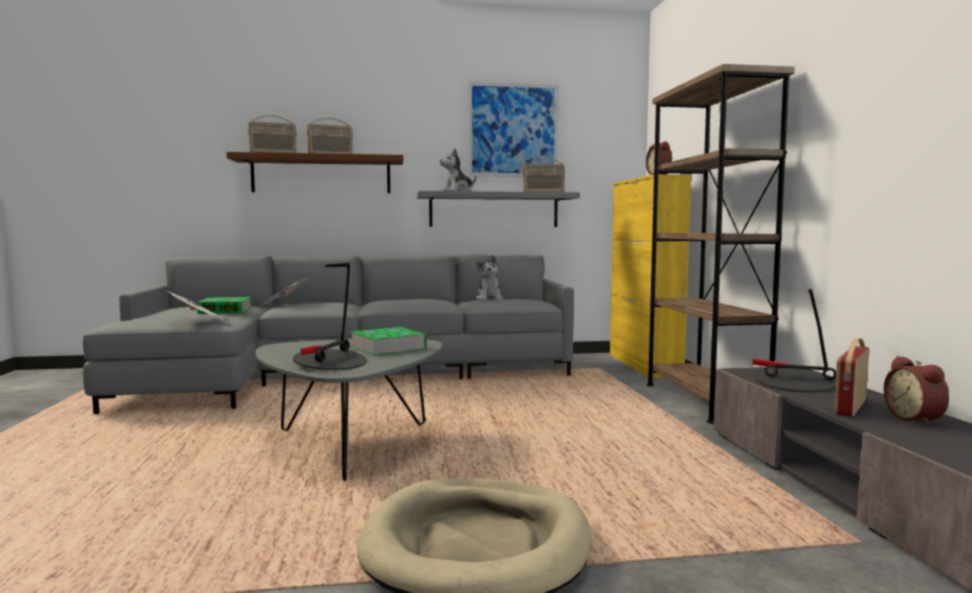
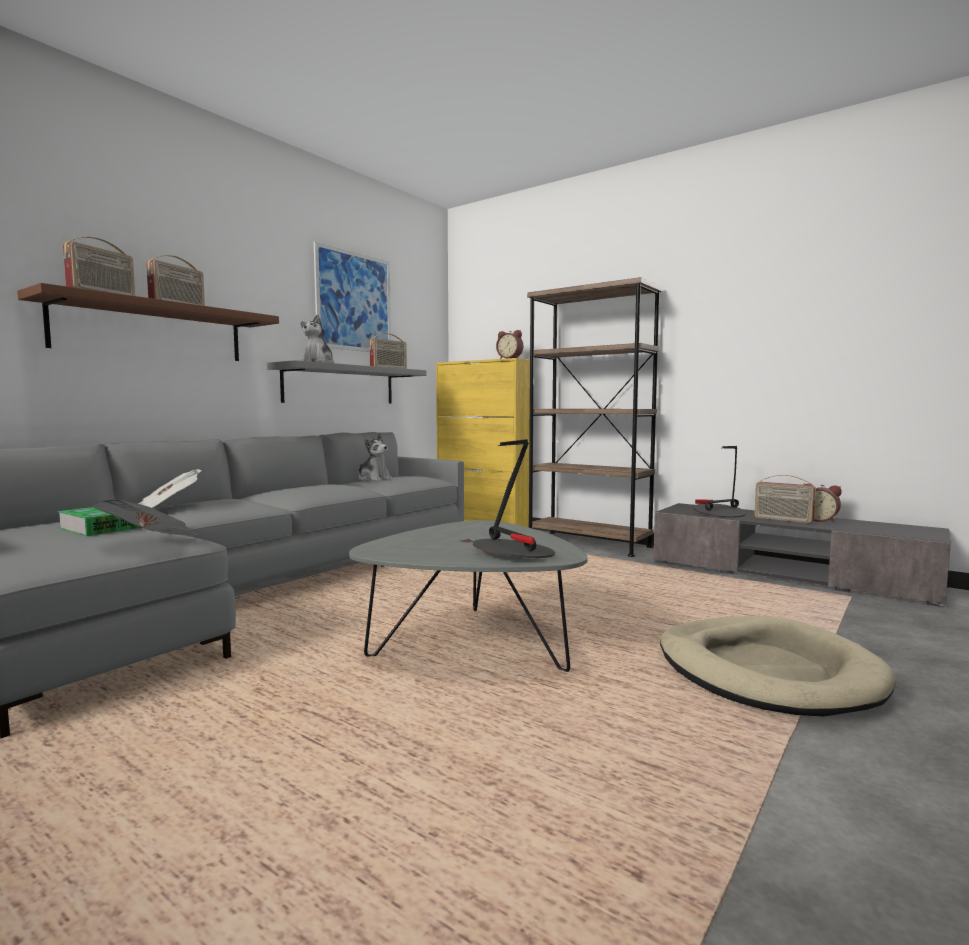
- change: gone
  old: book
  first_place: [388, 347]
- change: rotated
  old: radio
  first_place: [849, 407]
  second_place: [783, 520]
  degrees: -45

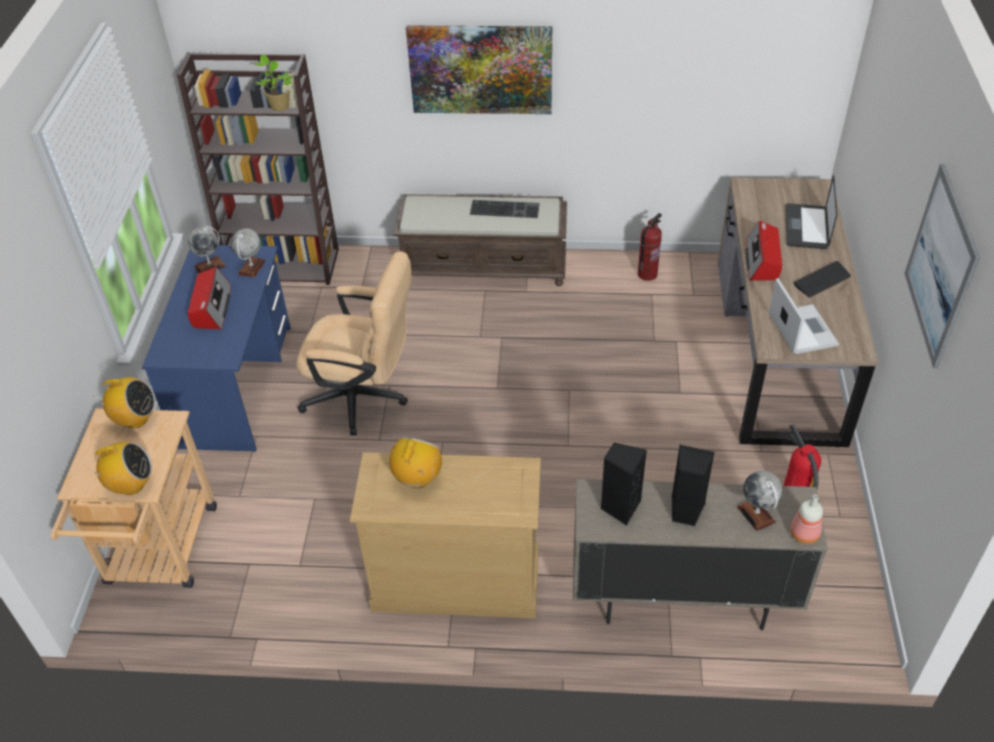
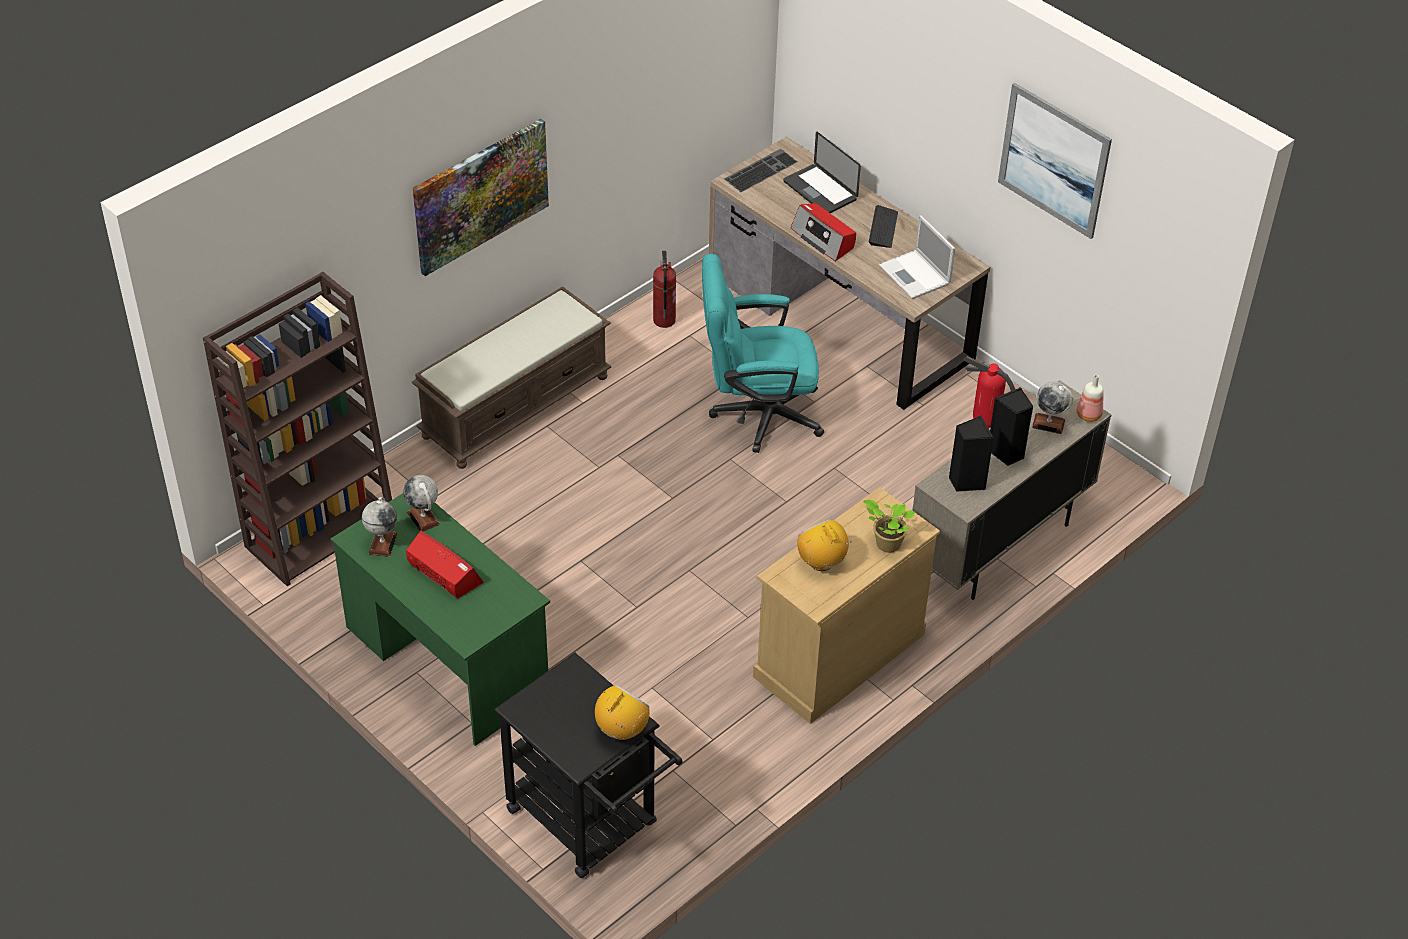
- change: gone
  old: radio
  first_place: [135, 419]
- change: gone
  old: computer chair (beige)
  first_place: [364, 398]
- change: new
  new: computer chair (turquoise)
  second_place: [756, 414]
- change: shifted
  old: potted plant
  first_place: [279, 105]
  second_place: [886, 544]
- change: shifted
  old: computer keyboard
  first_place: [505, 208]
  second_place: [760, 170]
- change: repainted
  old: trolley (beige)
  new: trolley (blackish)
  first_place: [159, 554]
  second_place: [590, 824]
- change: repainted
  old: desk (bluish)
  new: desk (green)
  first_place: [236, 386]
  second_place: [447, 659]
- change: rotated
  old: laptop
  first_place: [801, 329]
  second_place: [915, 275]
  degrees: -150

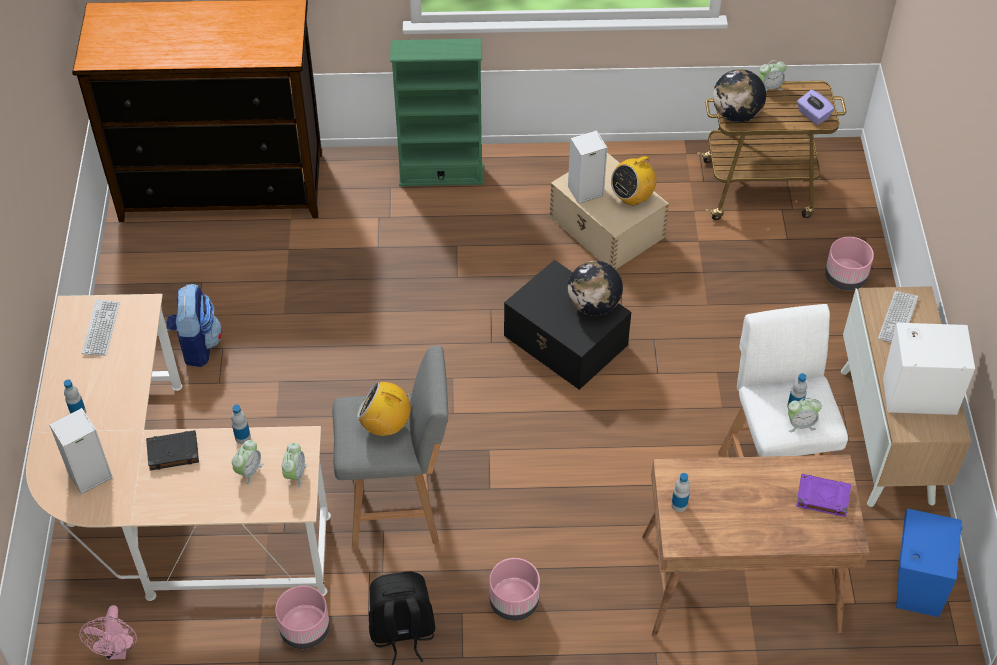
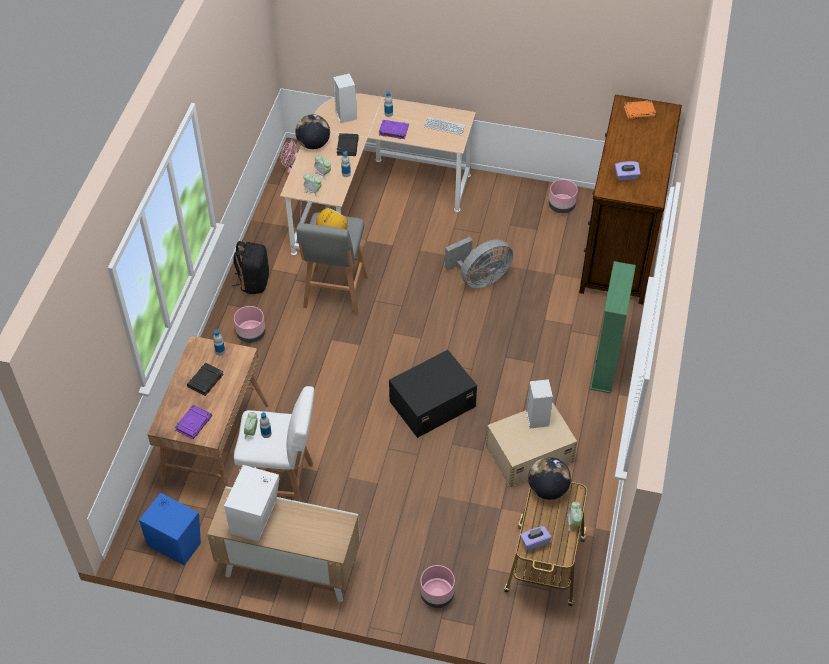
- change: gone
  old: backpack
  first_place: [197, 345]
- change: gone
  old: radio
  first_place: [632, 197]
- change: gone
  old: computer keyboard
  first_place: [897, 318]
- change: new
  new: book (blackish)
  second_place: [205, 381]
- change: new
  new: book (purple-coloured)
  second_place: [393, 131]
- change: new
  new: cooling fan (greyish)
  second_place: [479, 278]
- change: new
  new: box of tissues (purple-coloured)
  second_place: [626, 176]
- change: new
  new: book (orange)
  second_place: [639, 112]
- change: shifted
  old: flower pot (pink-coloured)
  first_place: [305, 629]
  second_place: [561, 206]
- change: shifted
  old: world globe
  first_place: [593, 305]
  second_place: [313, 144]

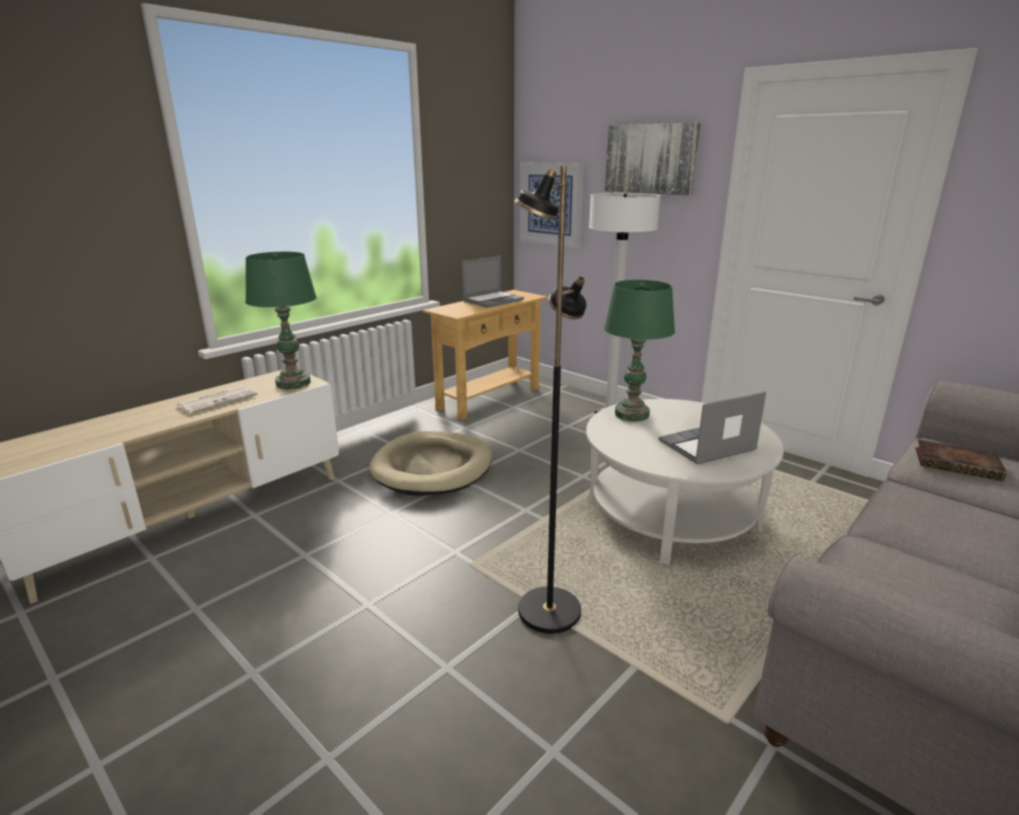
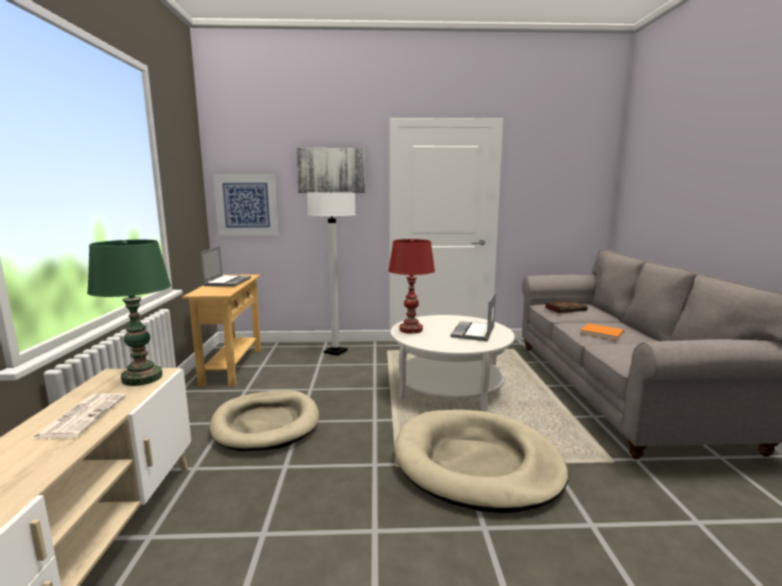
- change: new
  new: book (orange)
  second_place: [603, 333]
- change: swapped
  old: standard lamp (blackish)
  new: dog cushion (beige)
  first_place: [548, 610]
  second_place: [476, 464]
- change: repainted
  old: lamp for a table (green)
  new: lamp for a table (red-coloured)
  first_place: [632, 414]
  second_place: [411, 330]

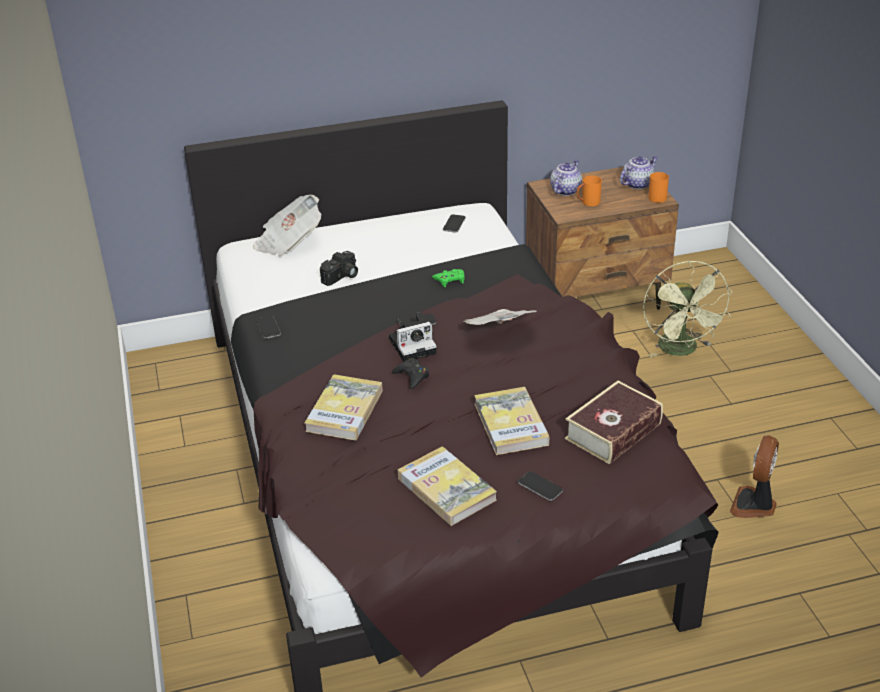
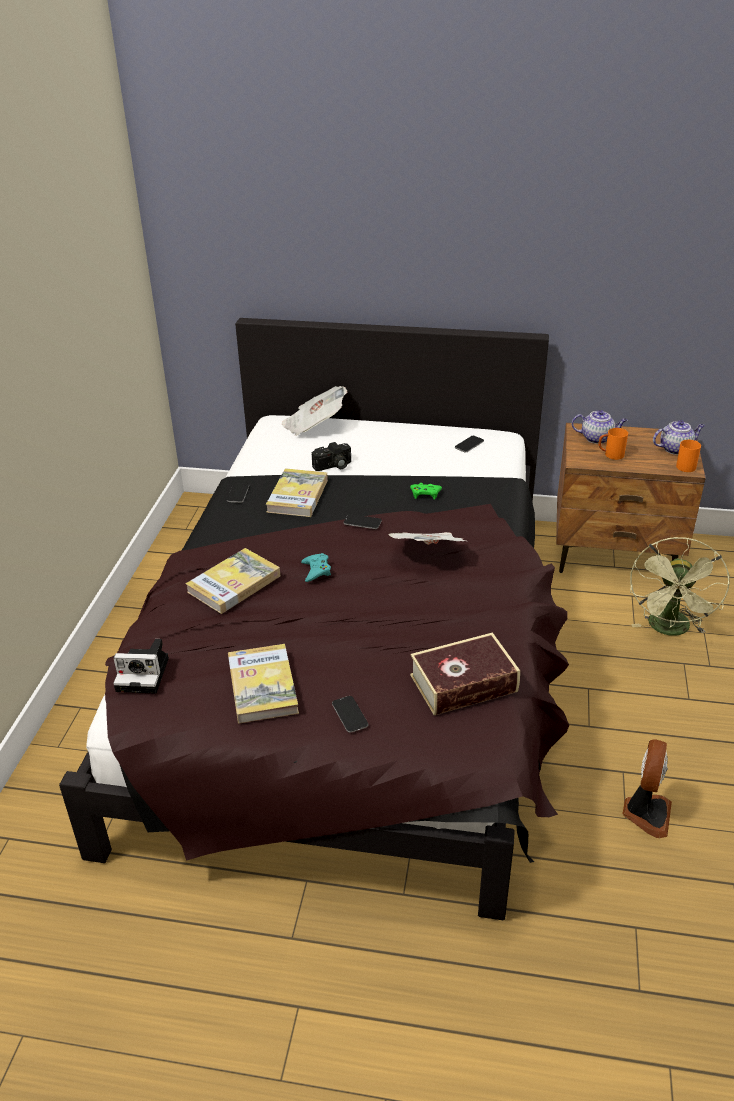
- change: shifted
  old: photo camera
  first_place: [414, 345]
  second_place: [145, 674]
- change: shifted
  old: book
  first_place: [510, 424]
  second_place: [297, 496]
- change: repainted
  old: joypad (blackish)
  new: joypad (turquoise)
  first_place: [412, 376]
  second_place: [316, 570]
- change: rotated
  old: pot for tea
  first_place: [565, 190]
  second_place: [597, 438]
  degrees: 45
- change: rotated
  old: cooling fan
  first_place: [754, 505]
  second_place: [646, 813]
  degrees: 150

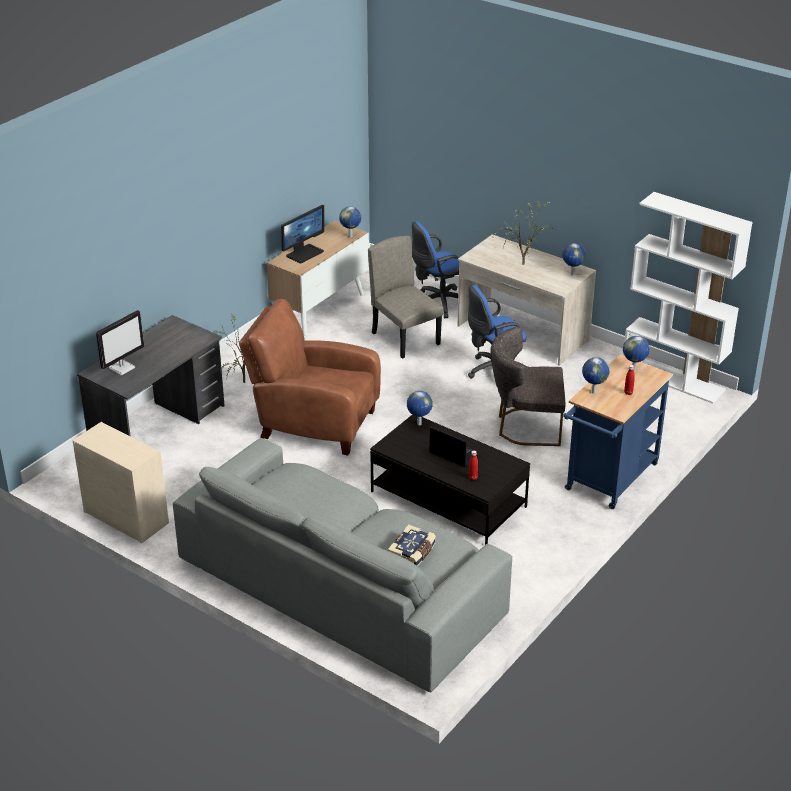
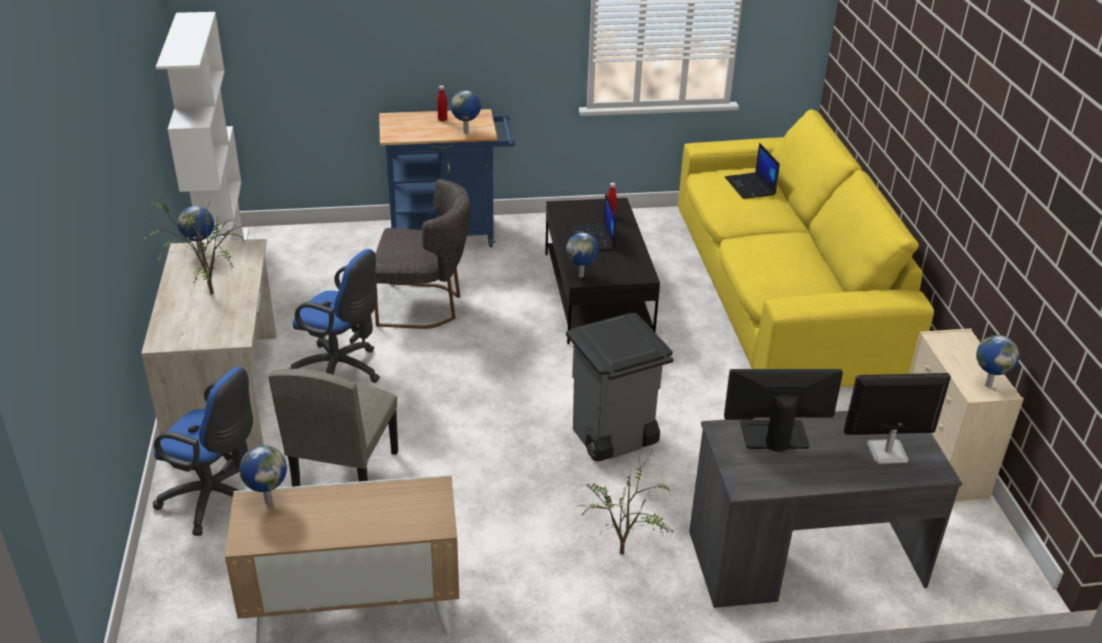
- change: shifted
  old: computer display
  first_place: [304, 253]
  second_place: [774, 436]
- change: shifted
  old: world globe
  first_place: [634, 370]
  second_place: [987, 385]
- change: swapped
  old: easy chair (brownish)
  new: trash can (greyish)
  first_place: [314, 423]
  second_place: [612, 439]
- change: swapped
  old: book
  new: laptop
  first_place: [412, 554]
  second_place: [750, 186]
- change: repainted
  old: couch (greyish)
  new: couch (yellow-coloured)
  first_place: [342, 585]
  second_place: [779, 289]
- change: rotated
  old: upright chair (greyish)
  first_place: [525, 427]
  second_place: [424, 306]
  degrees: -45

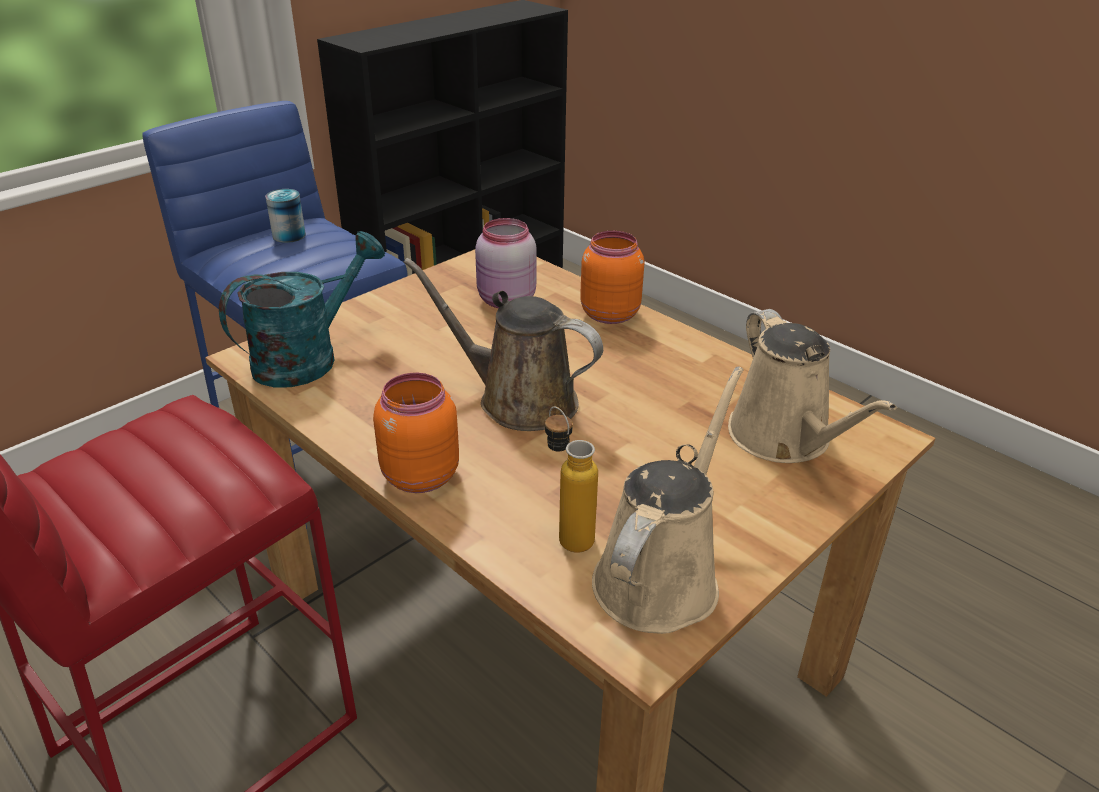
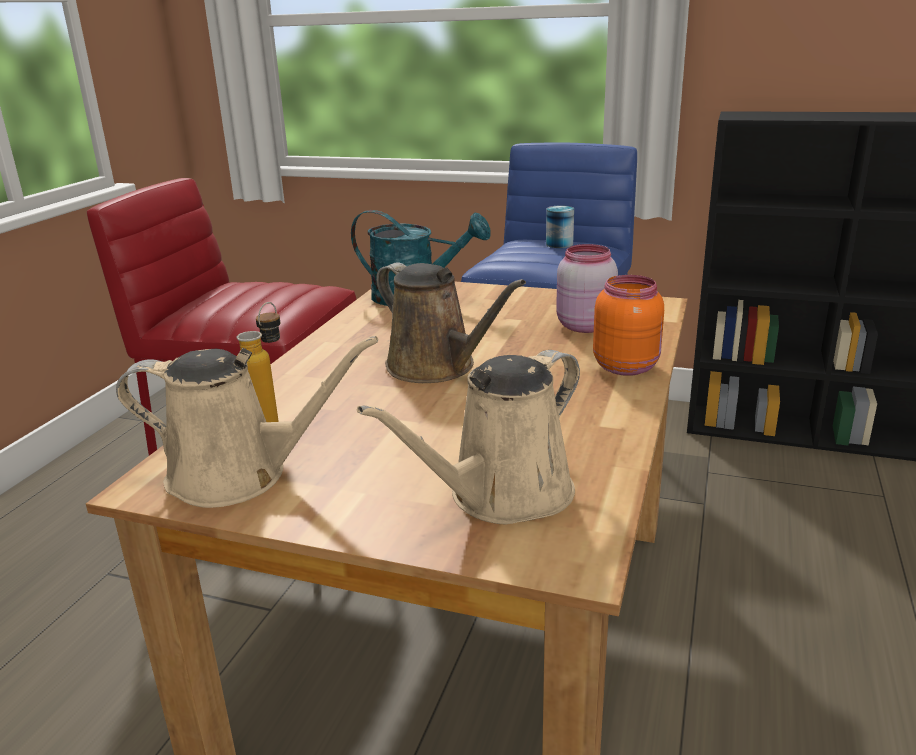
- change: gone
  old: storage jar (orange)
  first_place: [418, 476]
- change: rotated
  old: watering pot (brownish)
  first_place: [518, 399]
  second_place: [437, 367]
  degrees: 135

